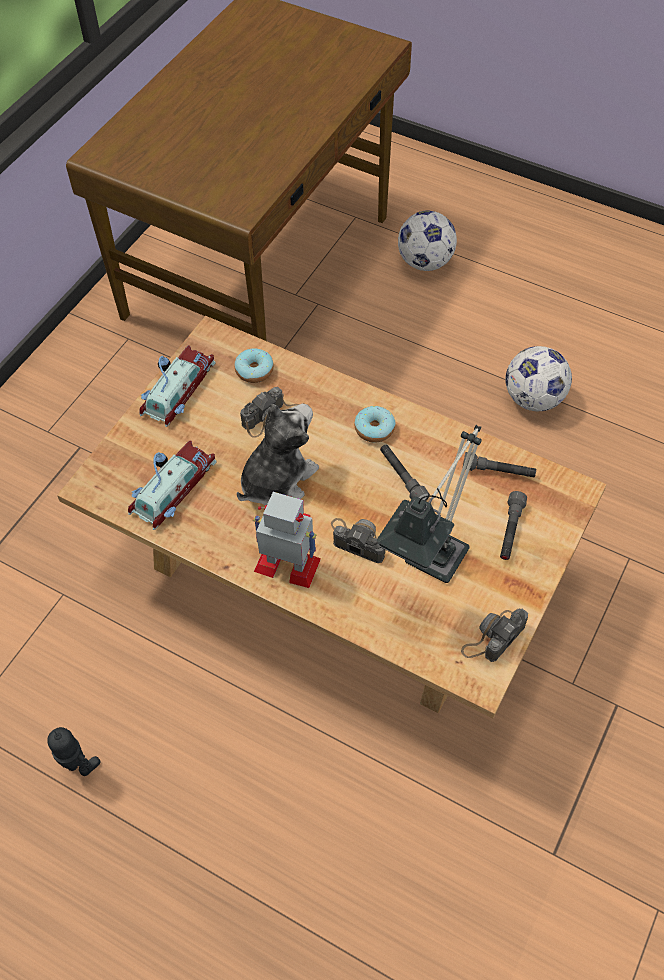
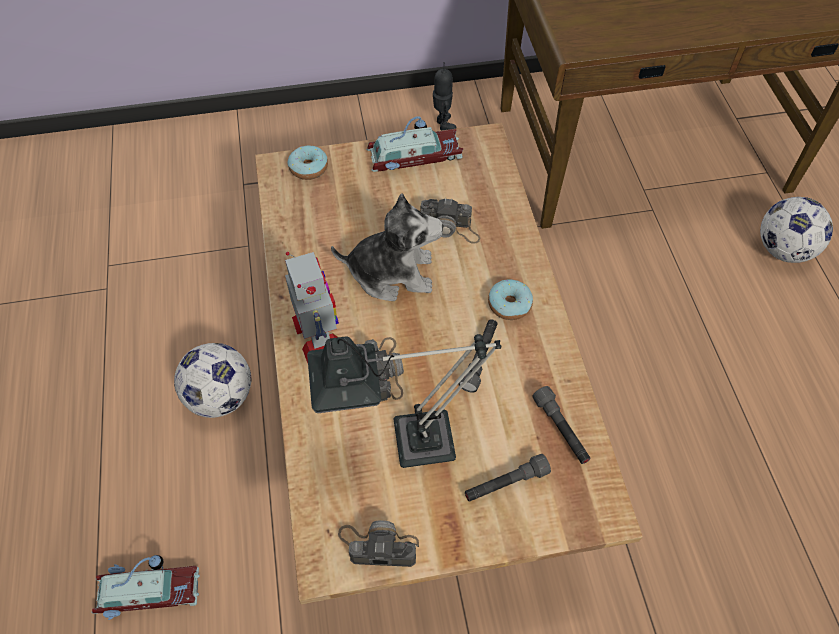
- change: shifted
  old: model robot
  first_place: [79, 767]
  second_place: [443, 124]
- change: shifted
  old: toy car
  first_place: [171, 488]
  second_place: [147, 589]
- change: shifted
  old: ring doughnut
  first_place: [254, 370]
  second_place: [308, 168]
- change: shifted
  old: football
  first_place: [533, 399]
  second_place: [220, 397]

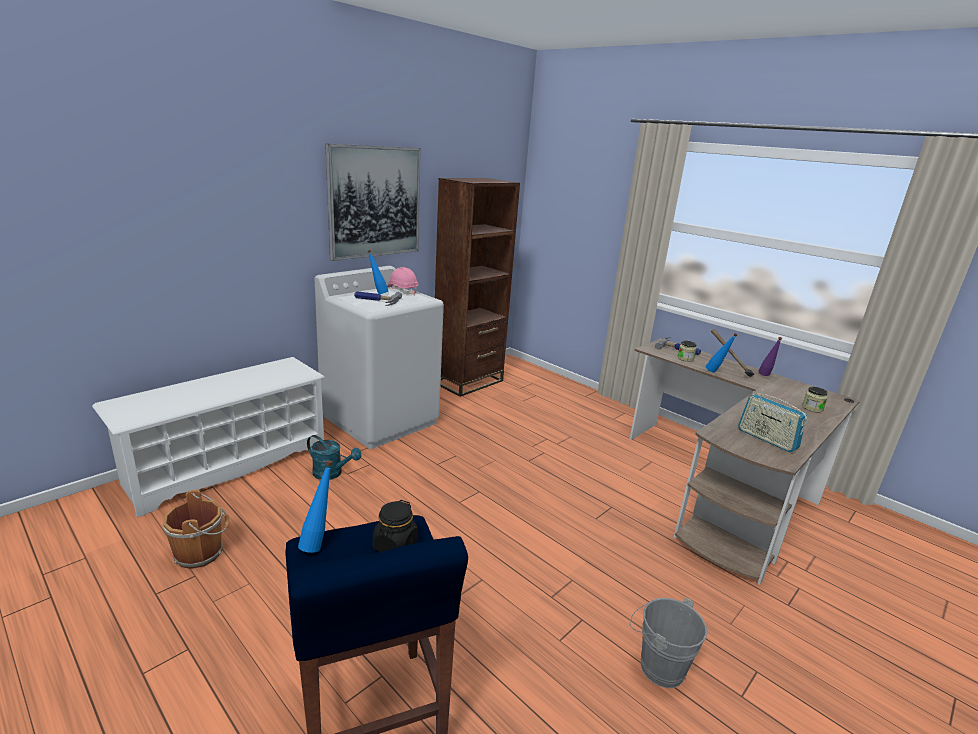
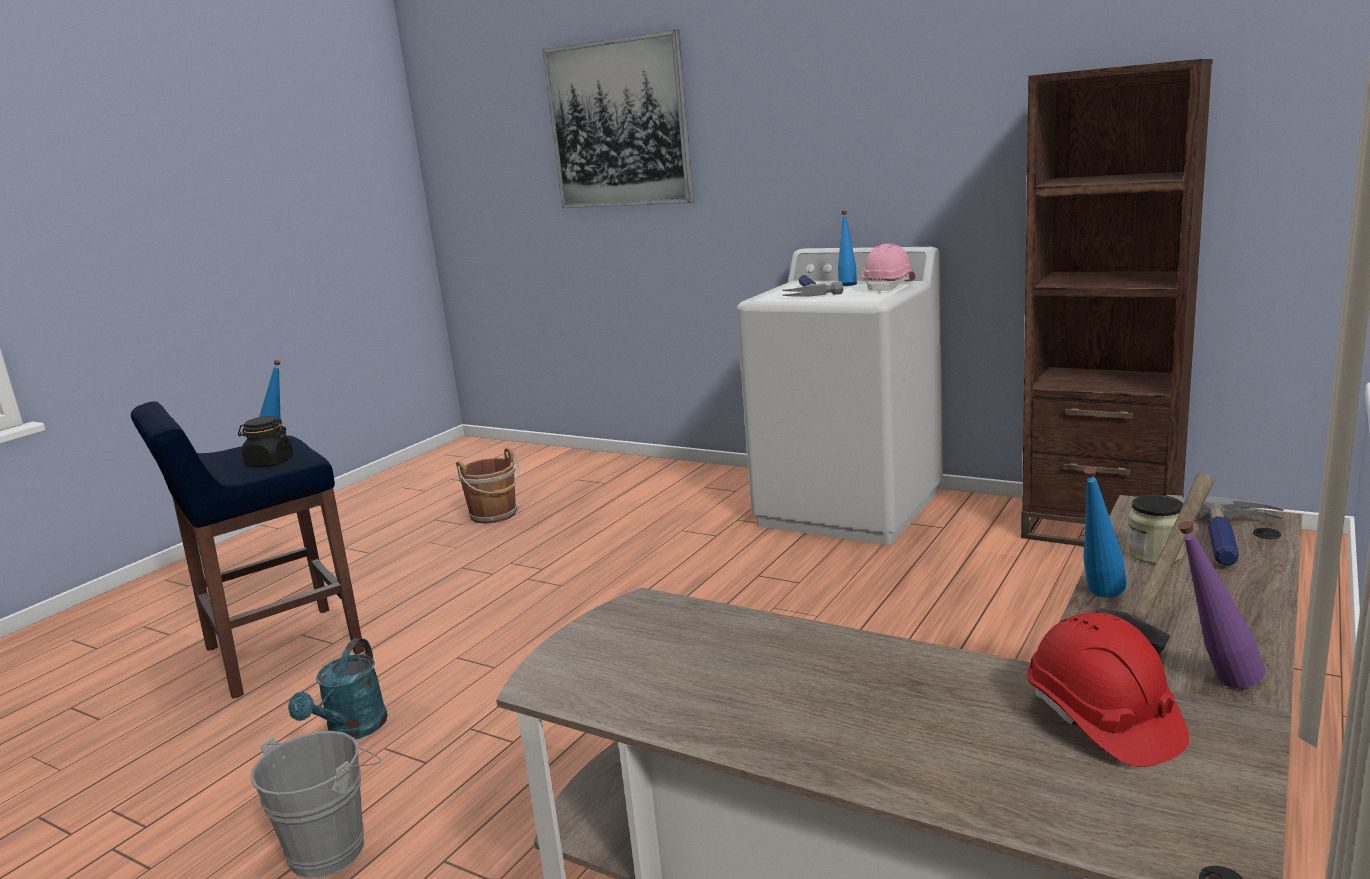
- change: gone
  old: shoe stand (whitish)
  first_place: [228, 465]
- change: gone
  old: radio
  first_place: [767, 439]
- change: gone
  old: storage jar
  first_place: [812, 408]
- change: new
  new: work helmet (red-coloured)
  second_place: [1102, 720]
- change: shifted
  old: watering pot (turquoise)
  first_place: [332, 473]
  second_place: [352, 730]
- change: shifted
  old: wall picture
  first_place: [374, 202]
  second_place: [619, 124]

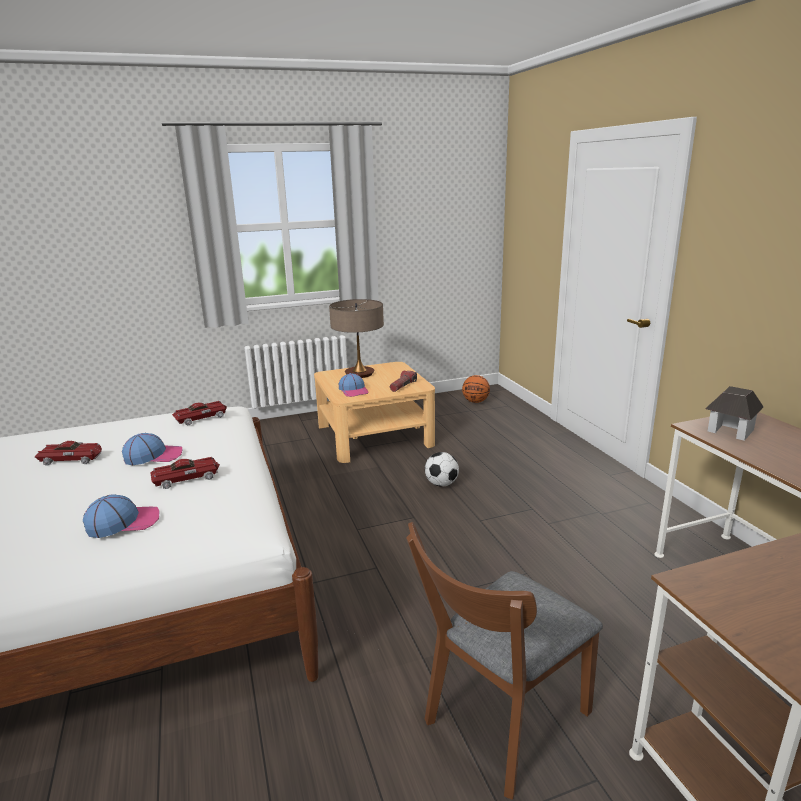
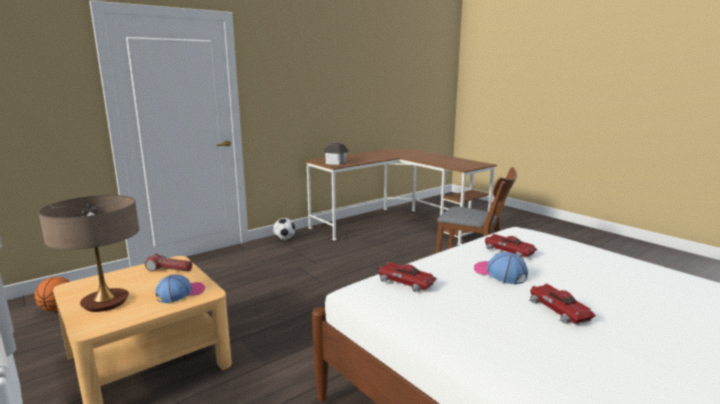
- change: gone
  old: baseball cap
  first_place: [123, 522]
- change: shifted
  old: football
  first_place: [441, 484]
  second_place: [284, 239]

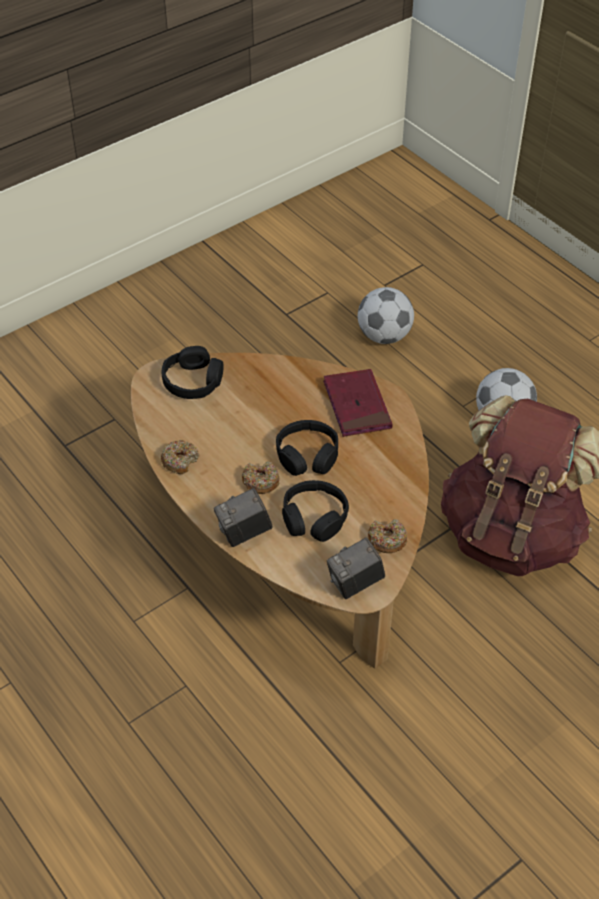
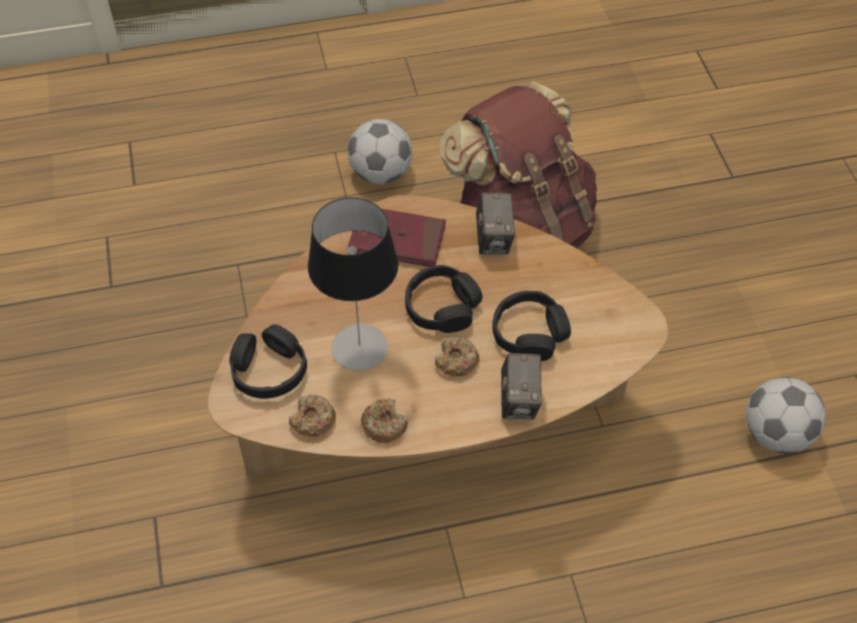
- change: new
  new: lamp for a table
  second_place: [359, 347]
- change: shifted
  old: photo camera
  first_place: [355, 583]
  second_place: [494, 240]
- change: shifted
  old: football
  first_place: [384, 336]
  second_place: [776, 435]
- change: shifted
  old: ring doughnut
  first_place: [387, 540]
  second_place: [312, 420]

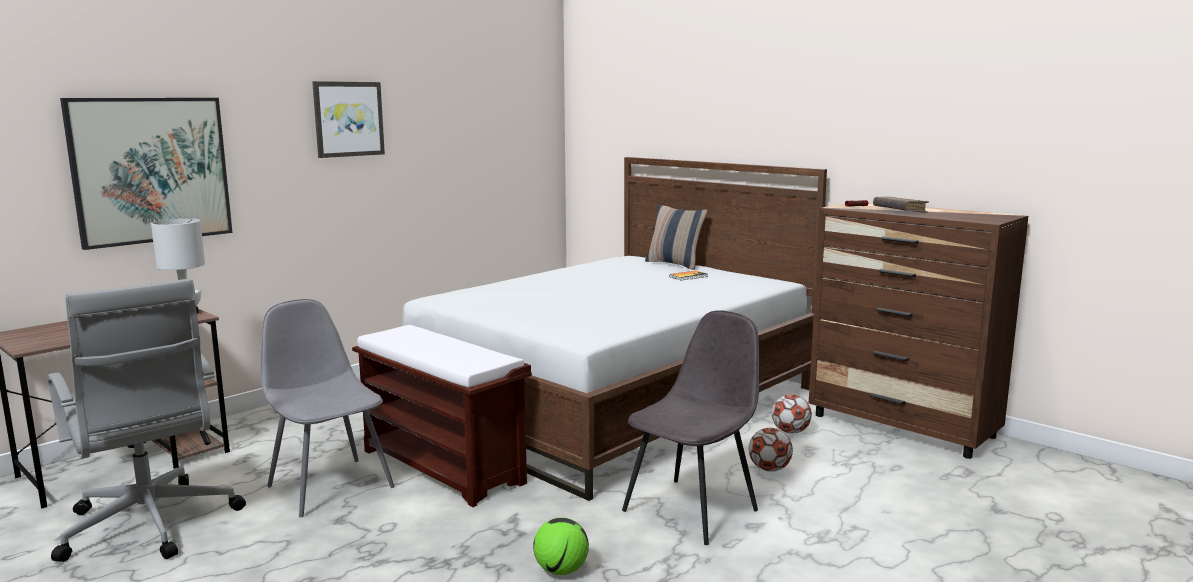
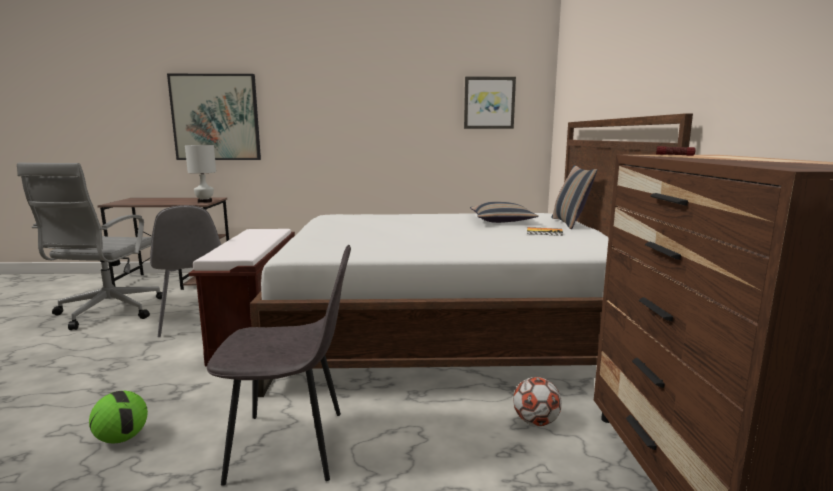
- change: gone
  old: football
  first_place: [769, 469]
- change: gone
  old: book (brownish)
  first_place: [899, 211]
- change: new
  new: cushion
  second_place: [501, 221]
- change: shifted
  old: wall picture
  first_place: [348, 119]
  second_place: [489, 103]
- change: rotated
  old: upright chair (greyish)
  first_place: [329, 485]
  second_place: [195, 322]
  degrees: 150

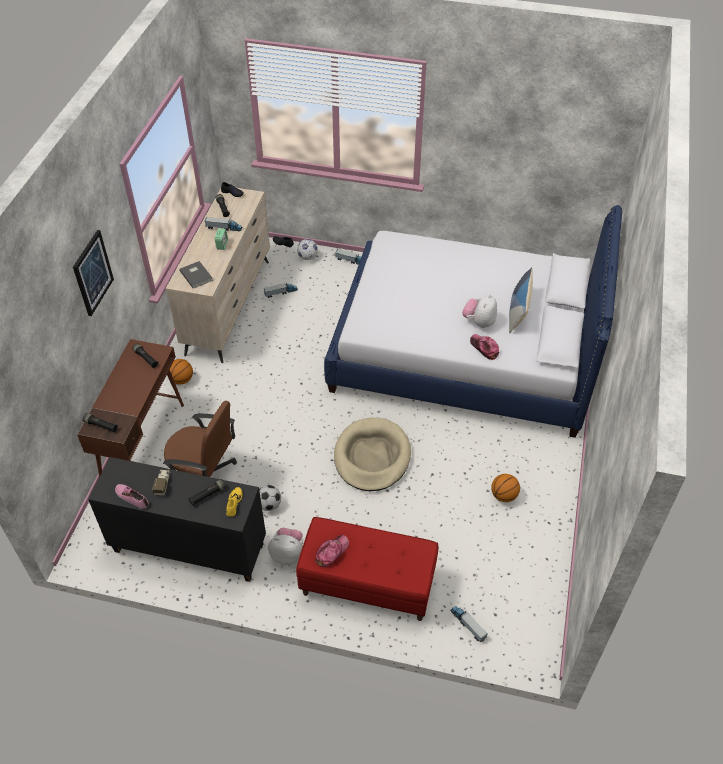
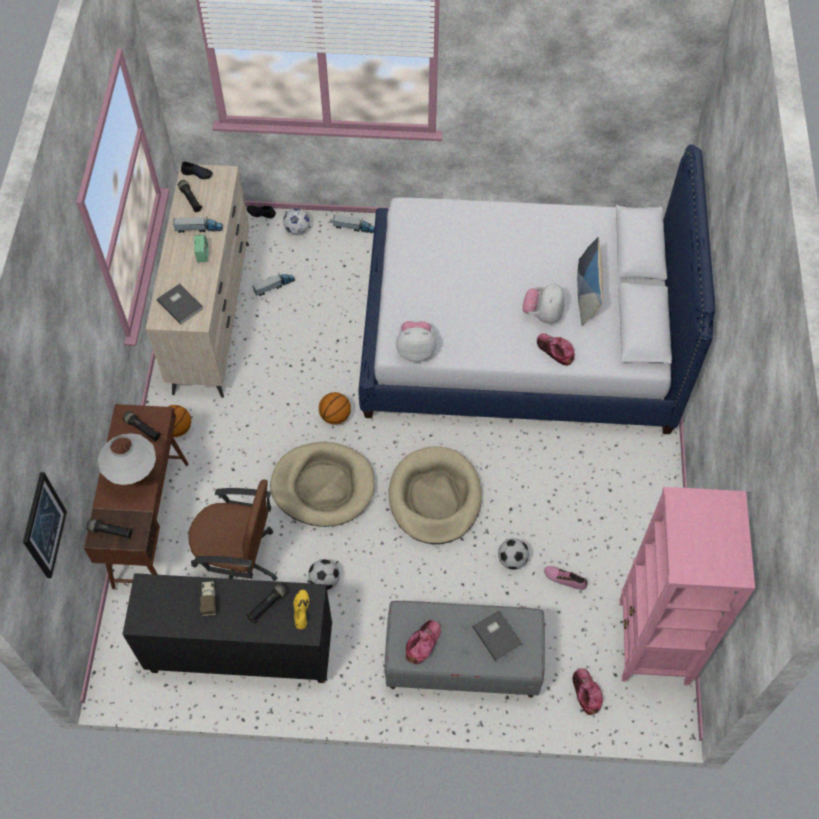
- change: new
  new: lamp for a table (whitish)
  second_place: [136, 480]
- change: new
  new: dog cushion (beige)
  second_place: [323, 486]
- change: new
  new: book (greyish)
  second_place: [497, 635]
- change: new
  new: football
  second_place: [512, 560]
- change: new
  new: bookcase (pink-coloured)
  second_place: [652, 643]
- change: shifted
  old: wall picture
  first_place: [92, 273]
  second_place: [43, 525]
- change: shifted
  old: item of footwear
  first_place: [132, 497]
  second_place: [565, 578]
- change: shifted
  old: soft toy
  first_place: [288, 554]
  second_place: [416, 350]
- change: shifted
  old: basketball
  first_place: [504, 495]
  second_place: [335, 416]
- change: swapped
  old: toy truck
  new: baseball cap
  first_place: [467, 625]
  second_place: [586, 692]
- change: repainted
  old: long seat (red-coloured)
  new: long seat (greyish)
  first_place: [367, 585]
  second_place: [462, 663]

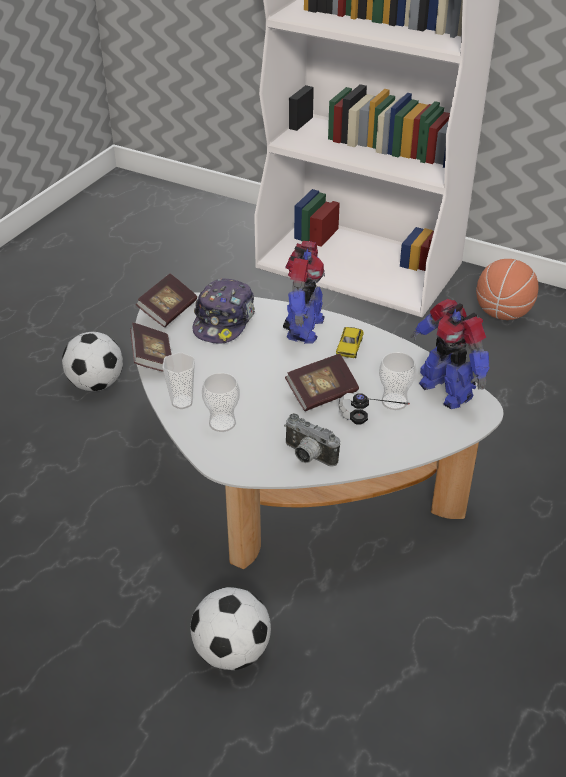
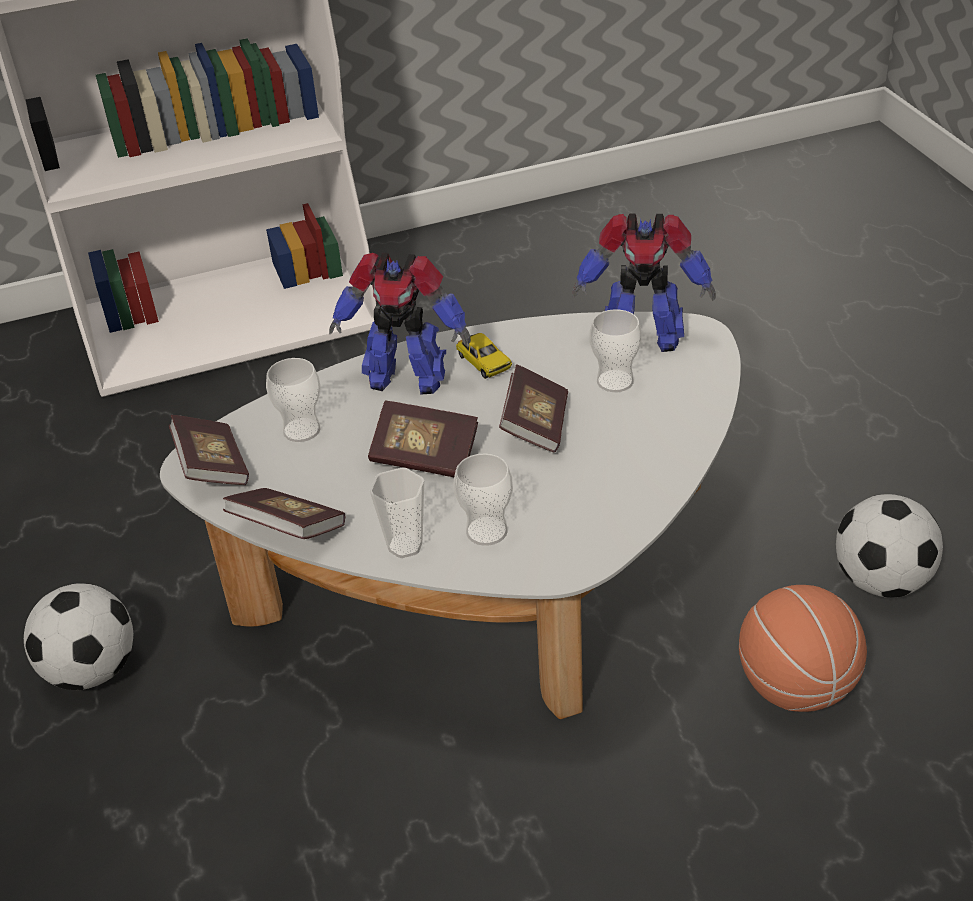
- change: gone
  old: photo camera
  first_place: [307, 456]
- change: gone
  old: headset
  first_place: [368, 427]
- change: new
  new: book
  second_place: [425, 457]
- change: shifted
  old: football
  first_place: [231, 651]
  second_place: [881, 581]
- change: shifted
  old: basketball
  first_place: [502, 313]
  second_place: [796, 687]
- change: swapped
  old: baseball cap
  new: small cup
  first_place: [224, 321]
  second_place: [301, 430]
- change: rotated
  old: model robot
  first_place: [303, 329]
  second_place: [406, 377]
  degrees: 135

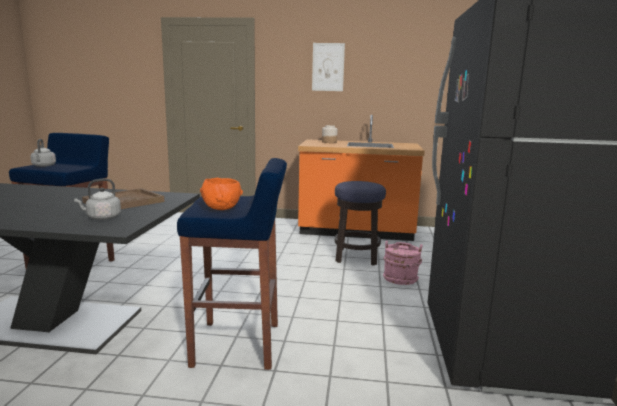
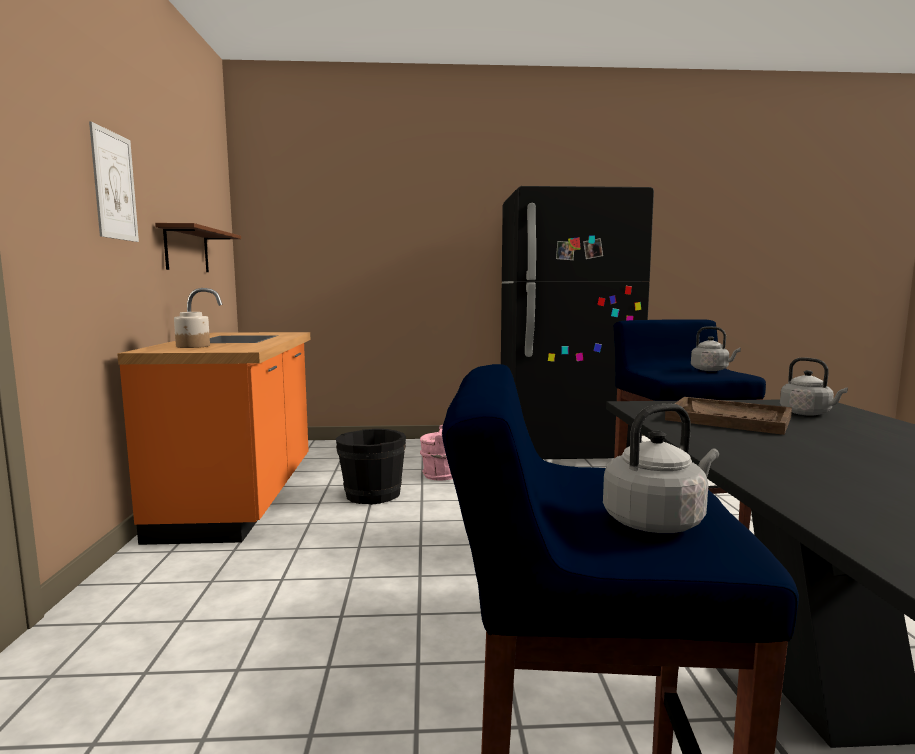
- change: new
  new: bracket shelf (brownish)
  second_place: [187, 250]
- change: swapped
  old: serving bowl (orange)
  new: water kettle (greyish)
  first_place: [221, 209]
  second_place: [711, 370]
- change: swapped
  old: stool
  new: water bucket (blackish)
  first_place: [356, 257]
  second_place: [372, 495]

